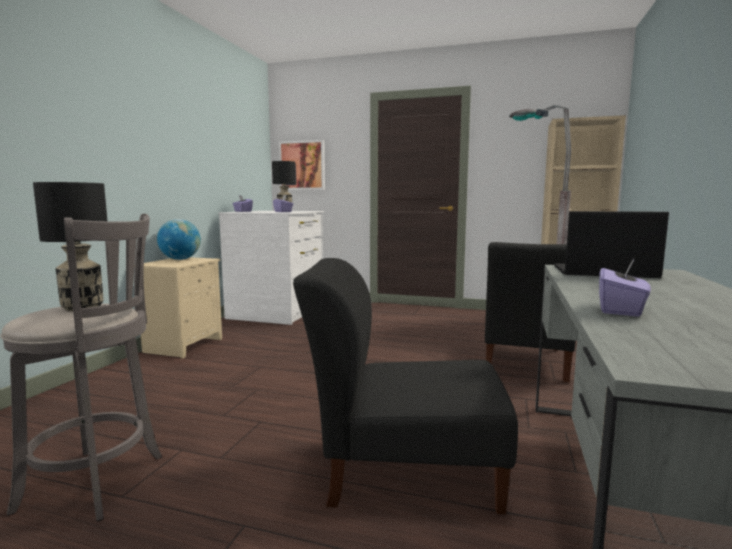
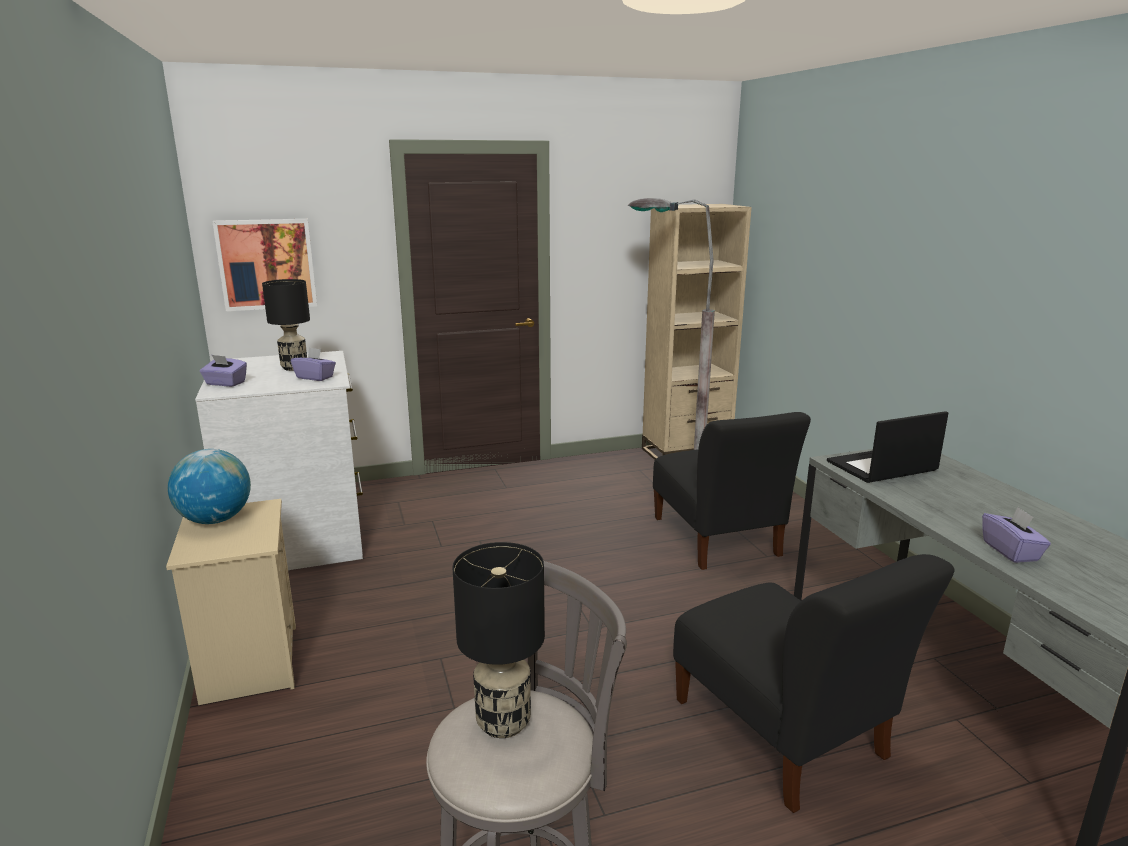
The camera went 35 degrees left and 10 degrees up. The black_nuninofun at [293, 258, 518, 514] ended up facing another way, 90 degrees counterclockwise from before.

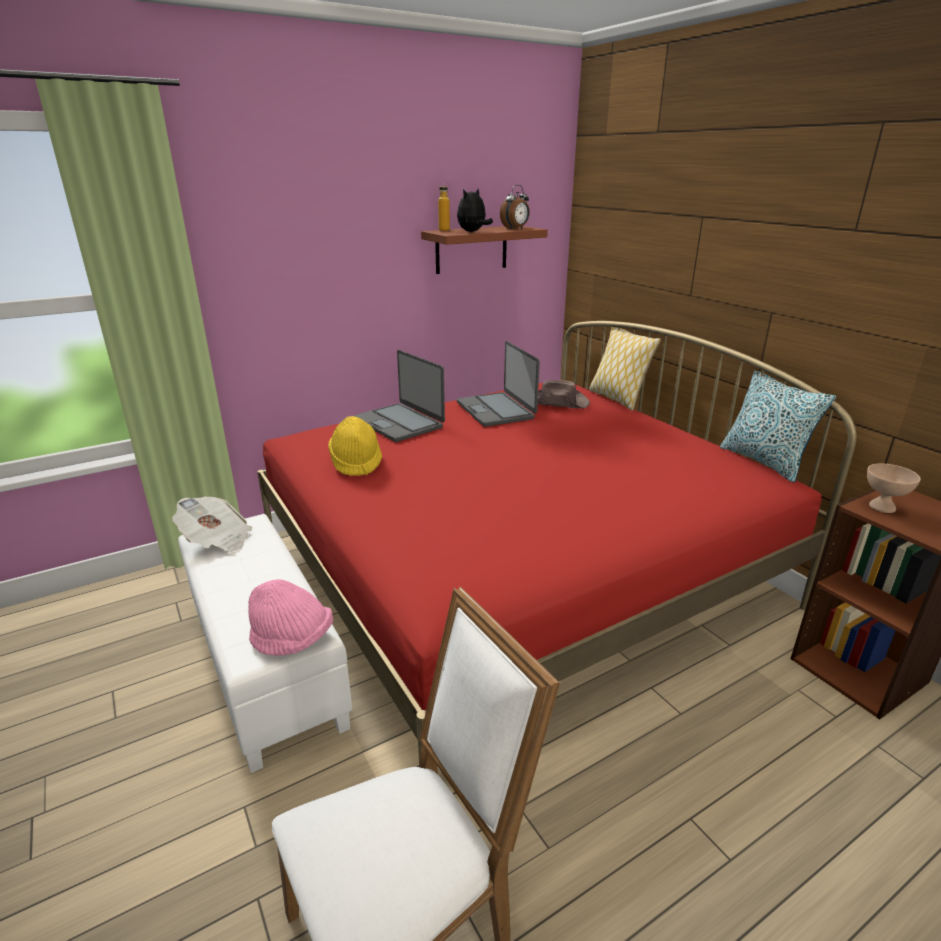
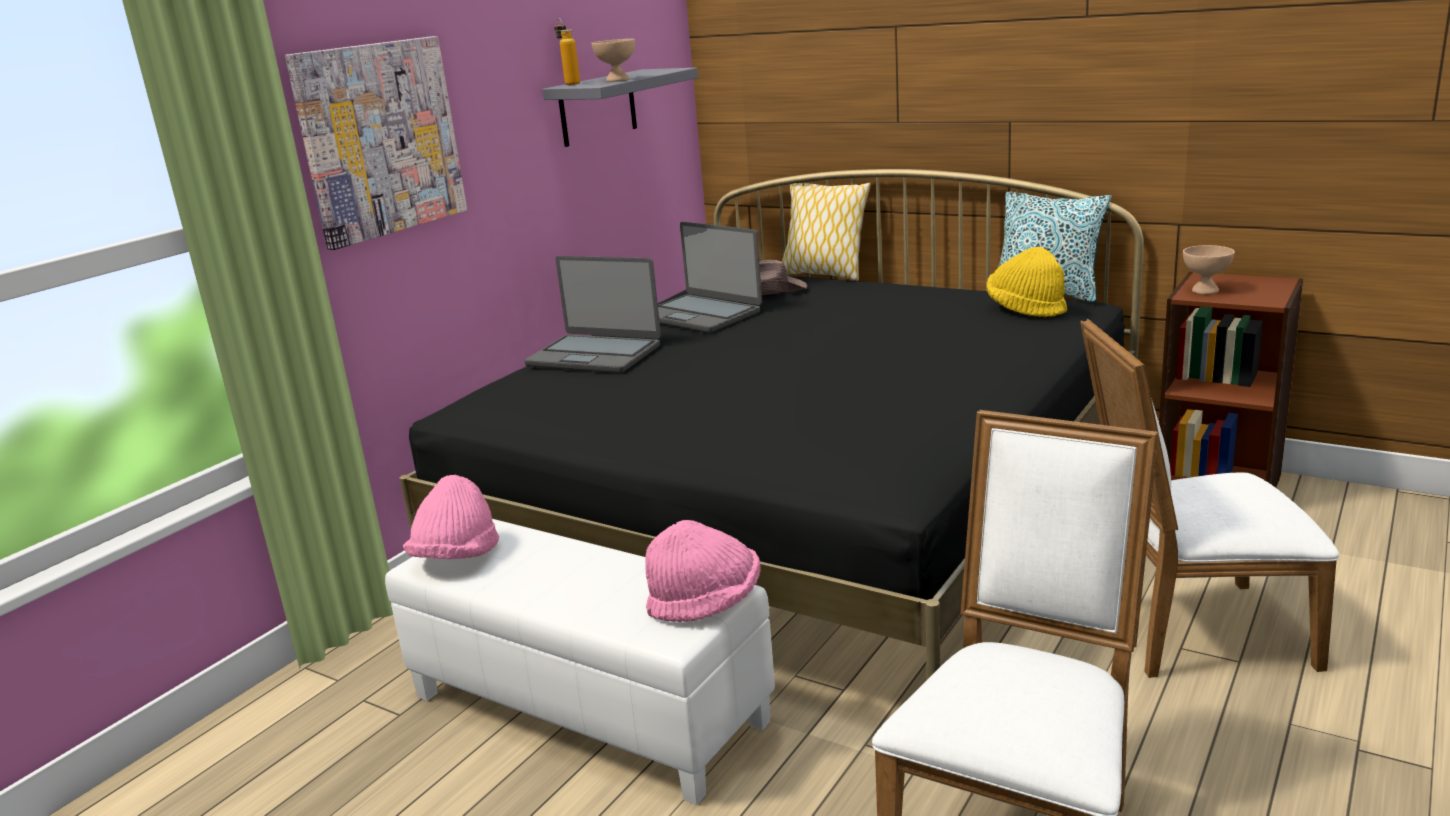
The camera went 25 degrees left and 5 degrees down. The second view gained the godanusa at [285, 36, 467, 250]. What was the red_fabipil at [257, 321, 857, 759] turned into the black_fabipil at [400, 169, 1144, 680]. Where the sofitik stood at [172, 497, 252, 553], the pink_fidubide came to stand at [403, 475, 499, 559]. What was the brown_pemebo at [421, 226, 548, 274] turned into the grey_pemebo at [542, 68, 698, 147]. Where the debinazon stood at [457, 189, 493, 232], the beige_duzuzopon came to stand at [591, 39, 635, 82]. The yellow_fidubide ended up elsewhere, having gone from [328, 416, 382, 476] to [986, 247, 1067, 317]. The second view gained the white_nuninofun at [1080, 319, 1339, 678]. The second view lost the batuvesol at [500, 185, 530, 230].

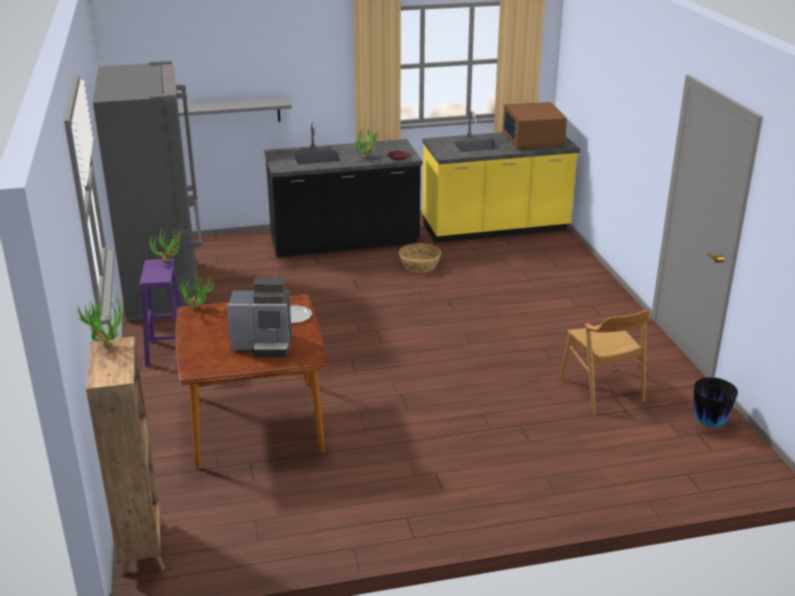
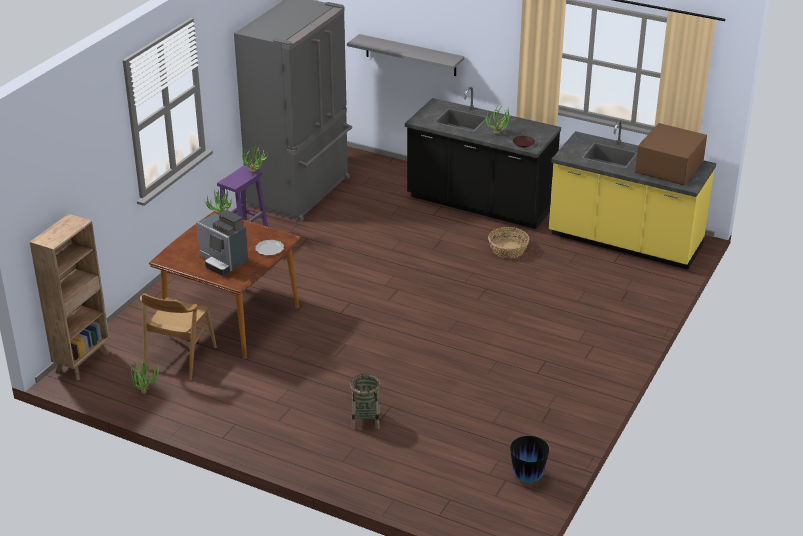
The camera went 40 degrees right and 5 degrees up. The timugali ended up elsewhere, having gone from [74, 295, 123, 348] to [130, 361, 159, 394]. The brown_nuninofun ended up elsewhere, having gone from [560, 310, 650, 414] to [140, 294, 217, 380]. The second view gained the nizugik at [350, 373, 380, 429].

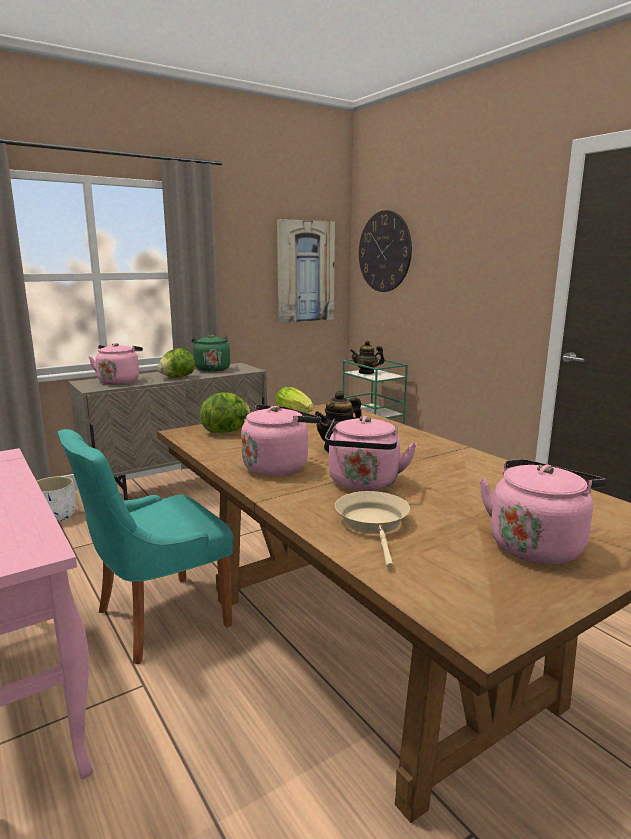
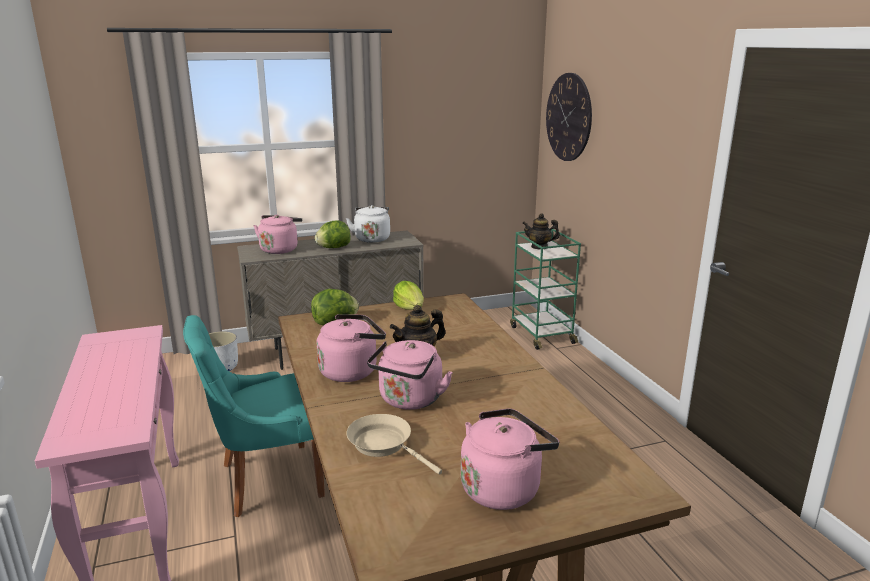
The camera went 15 degrees right and 5 degrees up. What was the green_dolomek at [186, 335, 230, 372] turned into the white_dolomek at [346, 205, 390, 243]. The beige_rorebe at [335, 491, 410, 569] ended up facing another way, 60 degrees counterclockwise from before. The second view lost the godanusa at [277, 219, 335, 323].

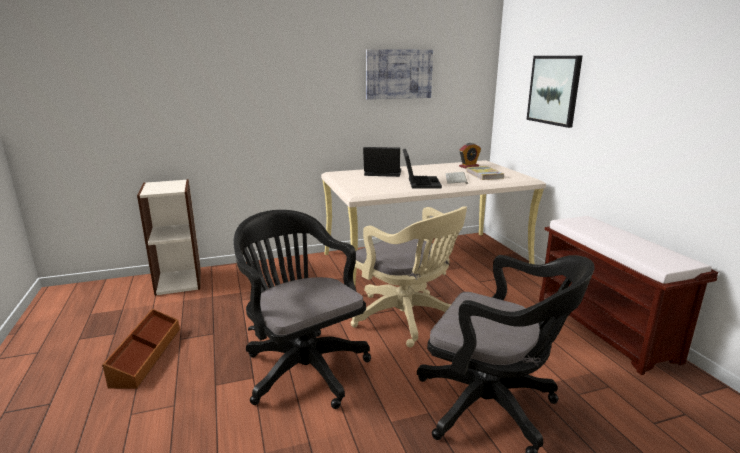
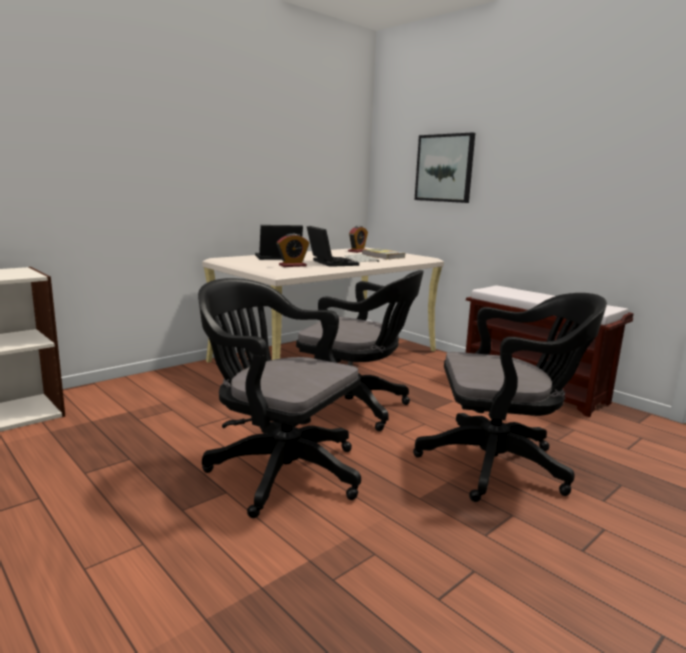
The camera went 25 degrees left and 5 degrees down. The second view gained the batuvesol at [277, 233, 309, 267]. What was the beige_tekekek at [351, 206, 467, 347] turned into the black_tekekek at [296, 270, 424, 431]. The second view lost the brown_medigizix at [102, 309, 180, 389]. The second view lost the godanusa at [366, 49, 433, 100].

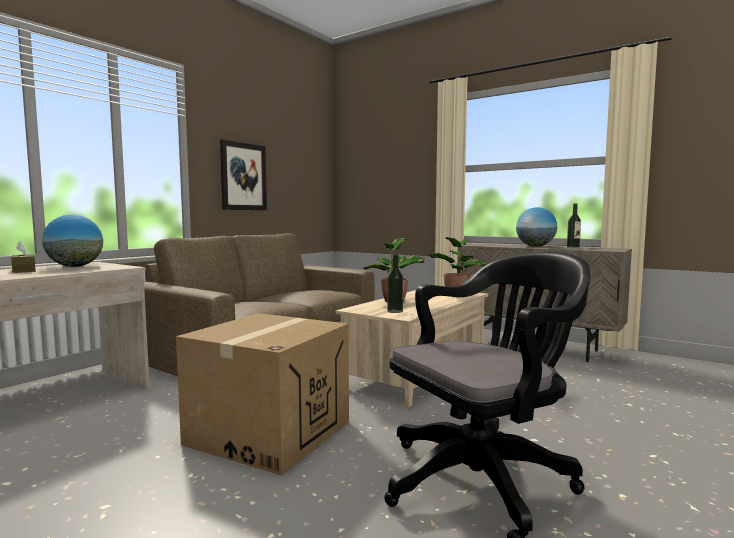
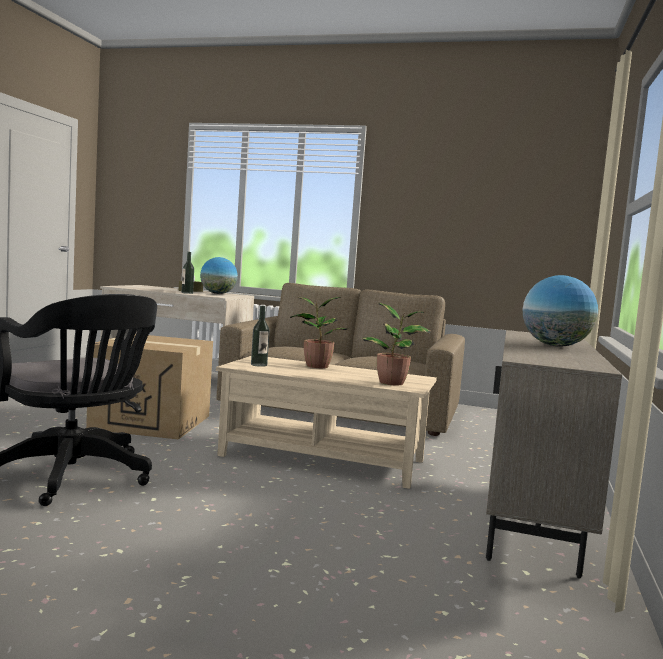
The camera went 70 degrees right and 0 degrees up. The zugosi ended up elsewhere, having gone from [567, 204, 581, 248] to [182, 252, 194, 294]. The second view lost the godanusa at [220, 140, 267, 210].

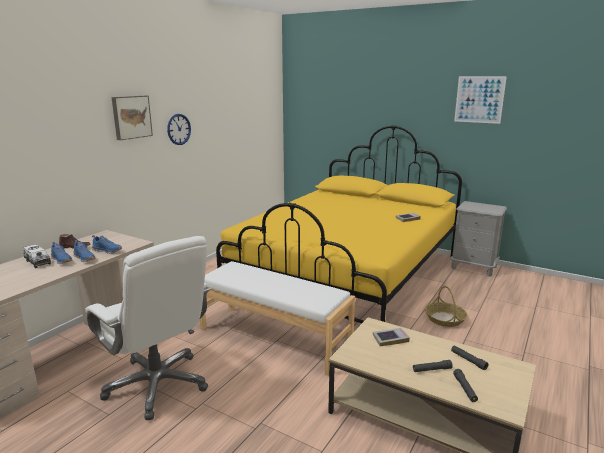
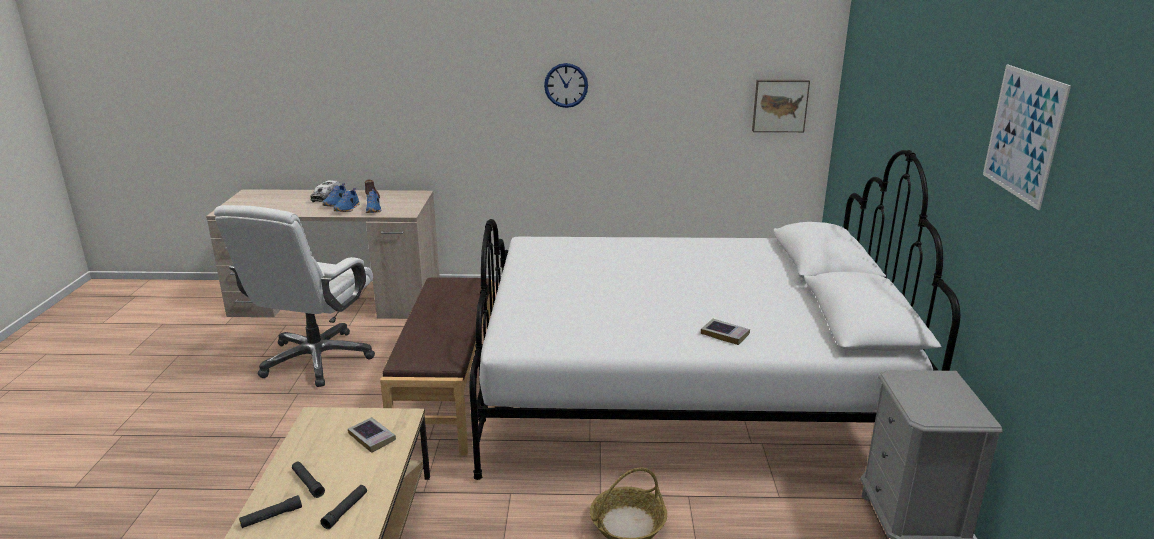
The camera went 60 degrees right and 5 degrees up. What was the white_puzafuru at [200, 261, 355, 376] turned into the brown_puzafuru at [380, 277, 493, 455]. What was the yellow_fabipil at [216, 125, 462, 323] turned into the white_fabipil at [469, 150, 960, 480]. The godanusa ended up elsewhere, having gone from [112, 96, 153, 140] to [752, 80, 810, 132].

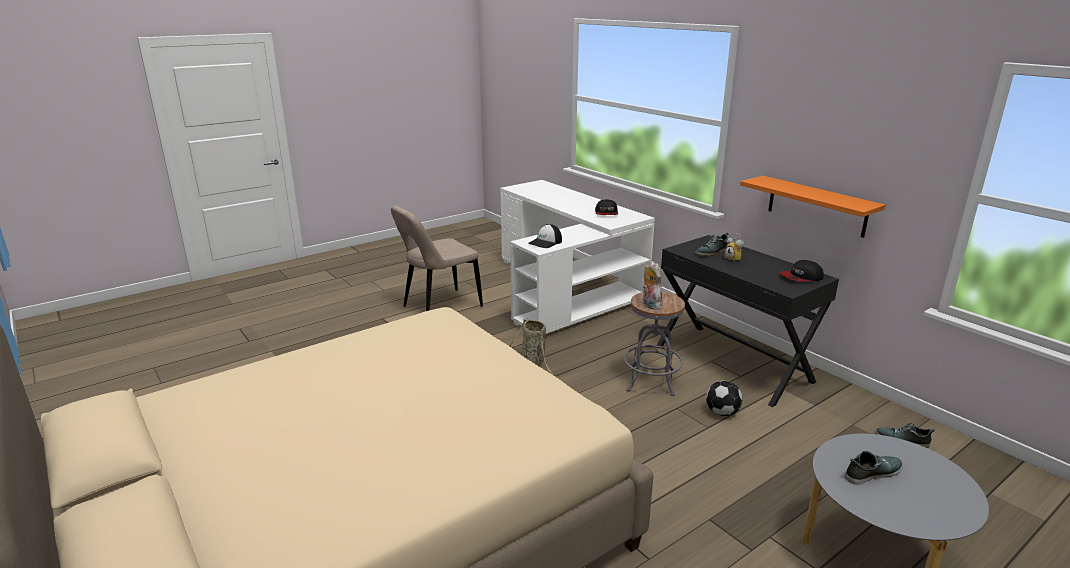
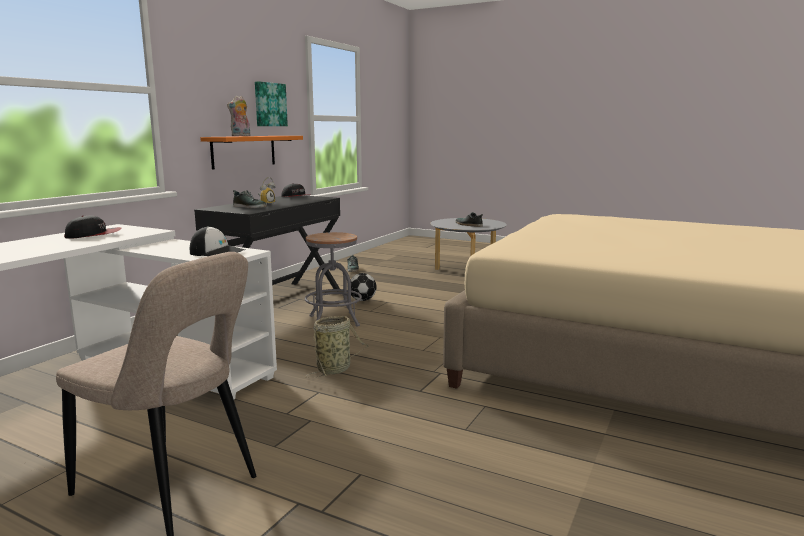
The camera went 115 degrees left and 10 degrees down. The debinazon ended up elsewhere, having gone from [643, 261, 662, 310] to [227, 96, 250, 136]. The second view gained the godanusa at [255, 81, 288, 126].

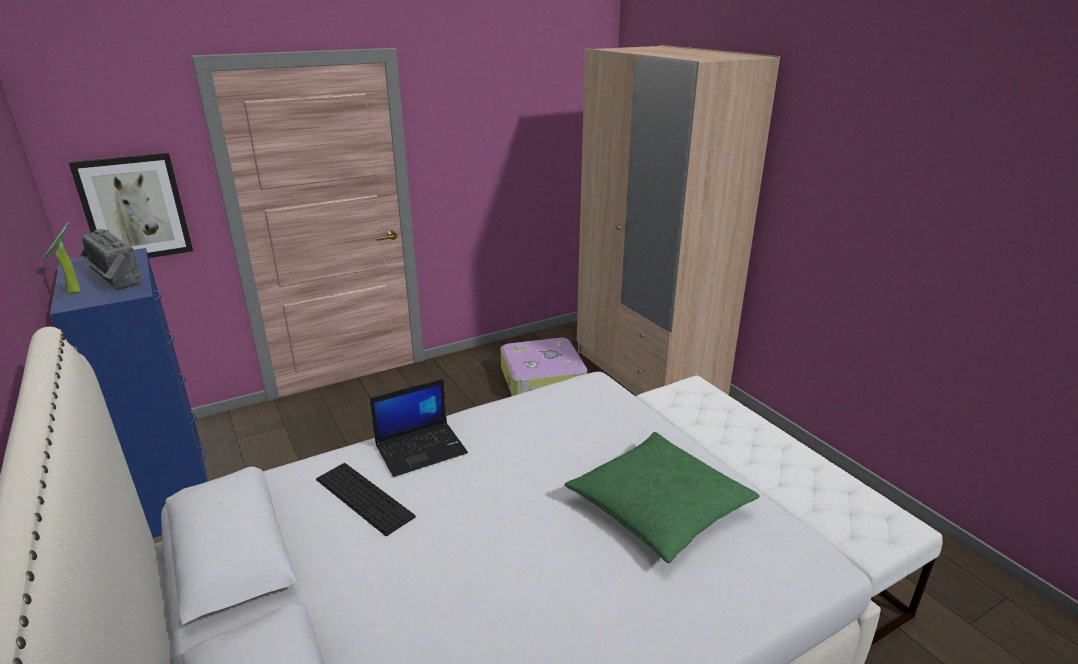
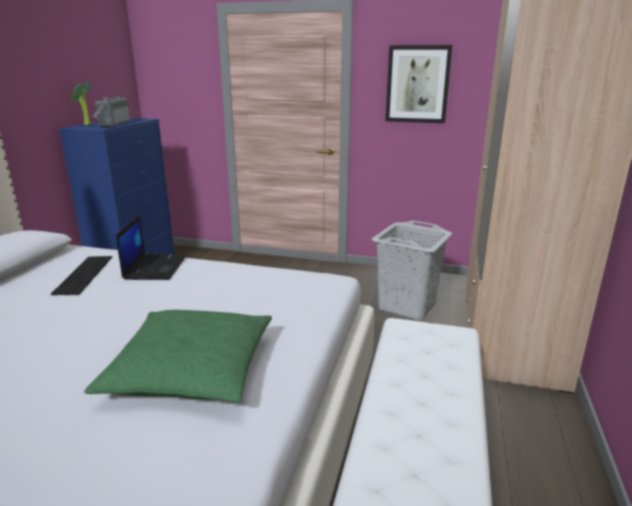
The camera went 45 degrees right and 5 degrees down. The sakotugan at [370, 379, 468, 477] ended up facing another way, 105 degrees counterclockwise from before. Where the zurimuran stood at [501, 338, 587, 396], the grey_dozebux came to stand at [372, 221, 453, 320]. The godanusa ended up elsewhere, having gone from [69, 152, 193, 258] to [386, 45, 452, 123].

